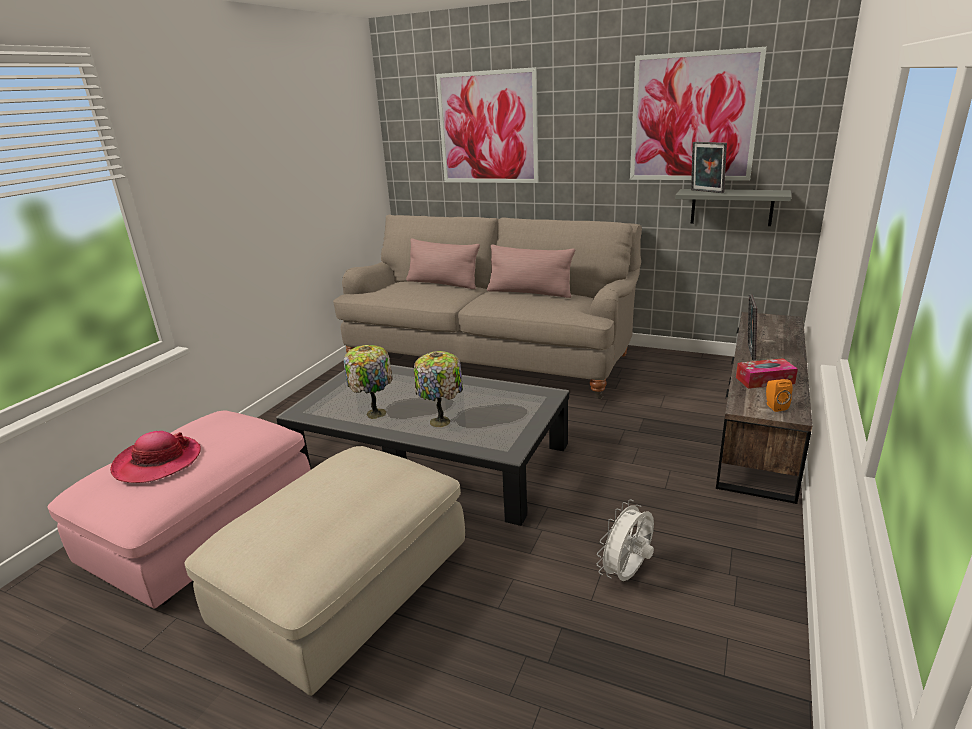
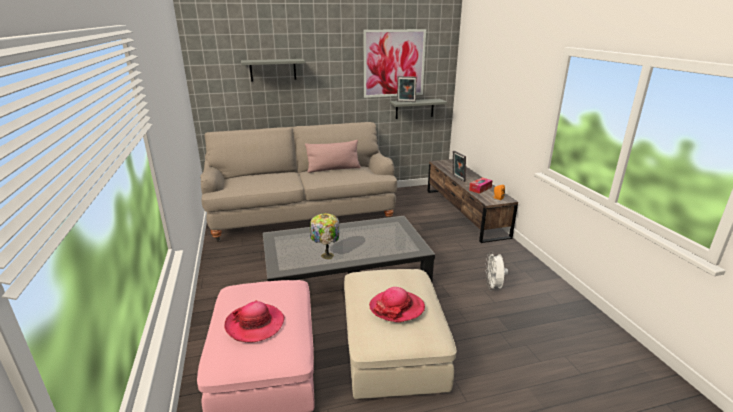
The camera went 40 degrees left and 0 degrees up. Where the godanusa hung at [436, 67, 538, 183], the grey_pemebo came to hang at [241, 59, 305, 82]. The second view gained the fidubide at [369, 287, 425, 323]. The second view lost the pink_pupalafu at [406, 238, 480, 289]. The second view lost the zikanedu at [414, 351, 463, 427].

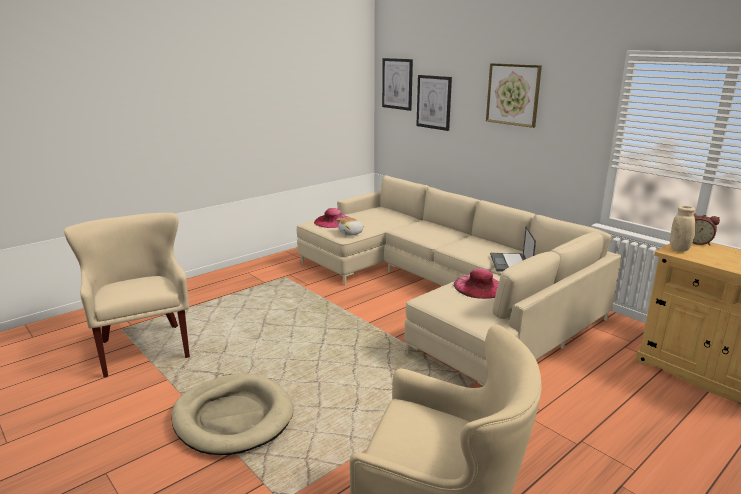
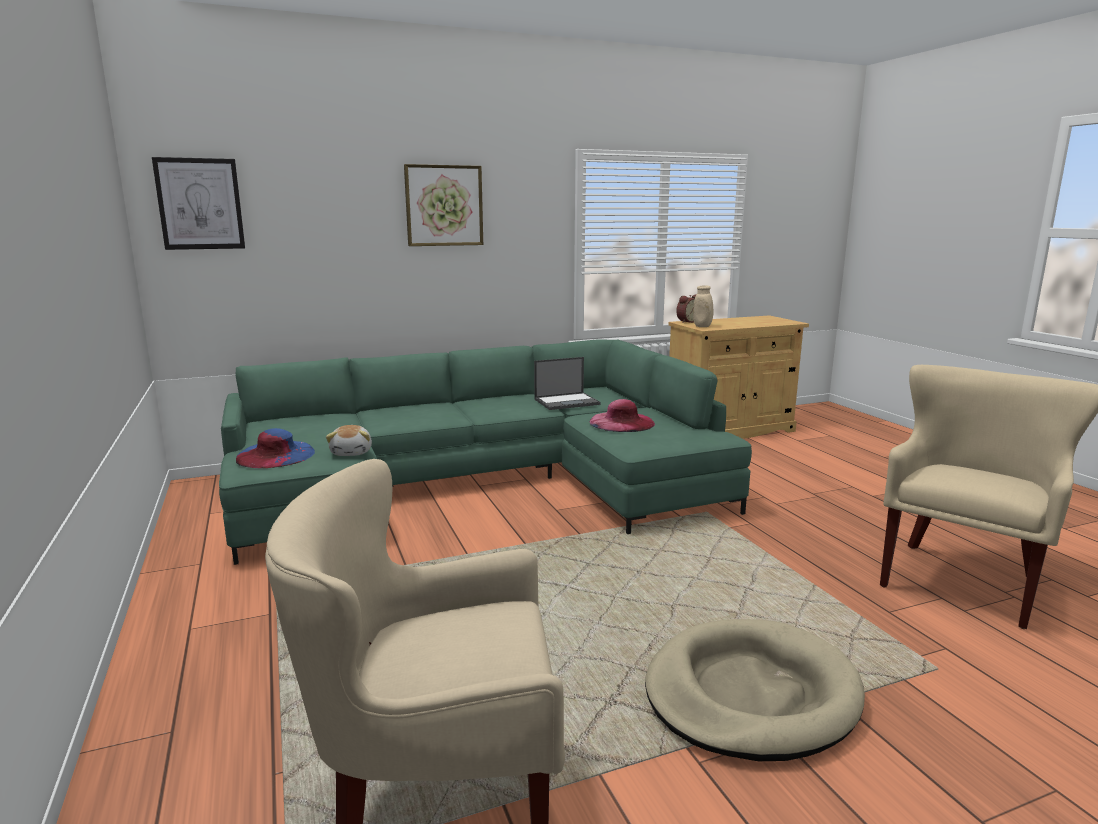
The camera went 70 degrees left and 5 degrees down. What was the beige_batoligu at [297, 175, 622, 386] turned into the green_batoligu at [219, 339, 752, 565]. What was the pink_fidubide at [314, 208, 350, 228] turned into the blue_fidubide at [236, 428, 315, 468]. The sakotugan at [490, 226, 536, 272] ended up facing another way, 45 degrees counterclockwise from before. The second view lost the godanusa at [416, 75, 452, 131].

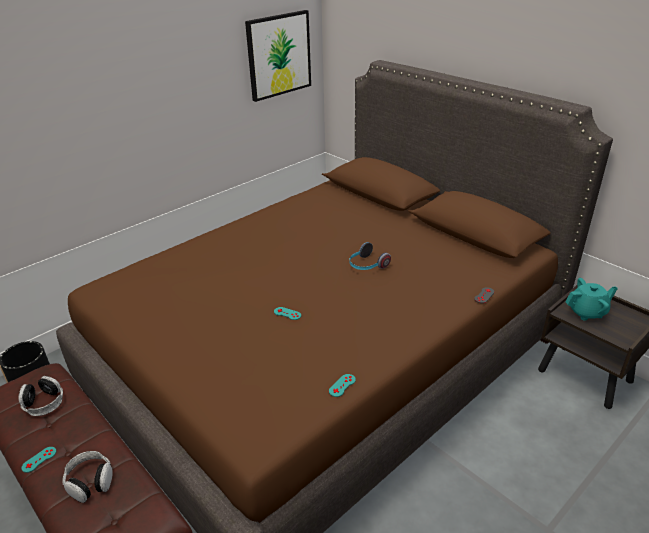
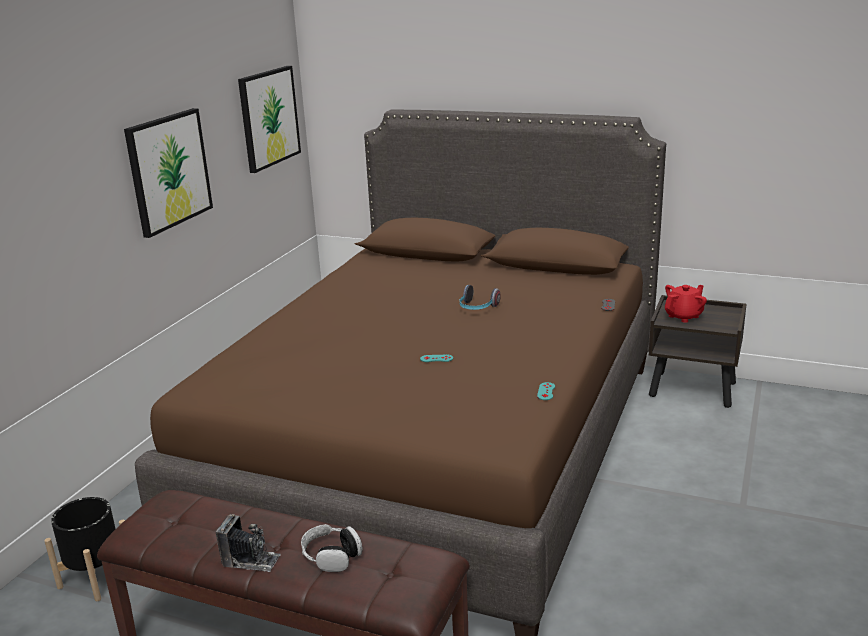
The camera went 25 degrees left and 10 degrees down. The second view gained the godanusa at [124, 108, 213, 238]. Where the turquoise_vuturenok stood at [22, 447, 56, 473], the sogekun came to stand at [216, 514, 281, 572]. What was the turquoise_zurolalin at [565, 278, 618, 321] turned into the red_zurolalin at [665, 285, 707, 323]. The second view lost the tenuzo at [18, 376, 63, 416].

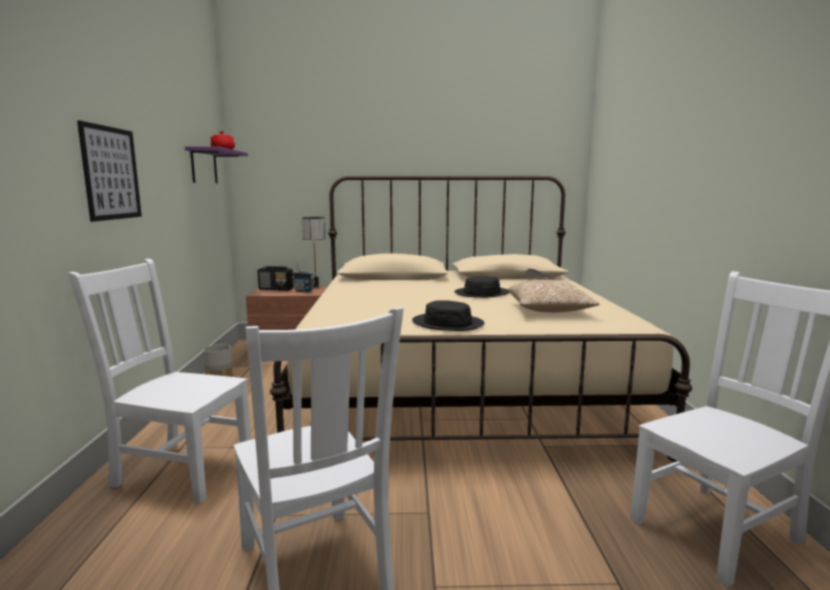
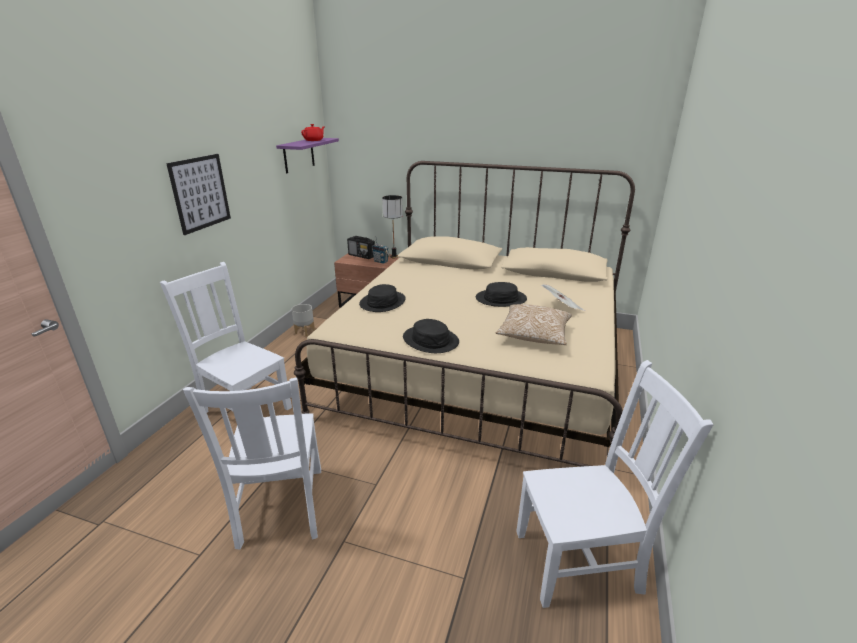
The camera went 20 degrees right and 15 degrees up. The second view gained the black_fidubide at [359, 284, 406, 312].

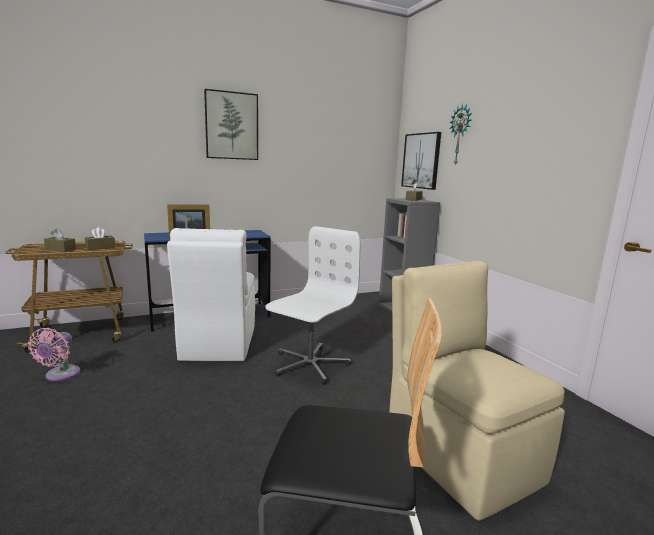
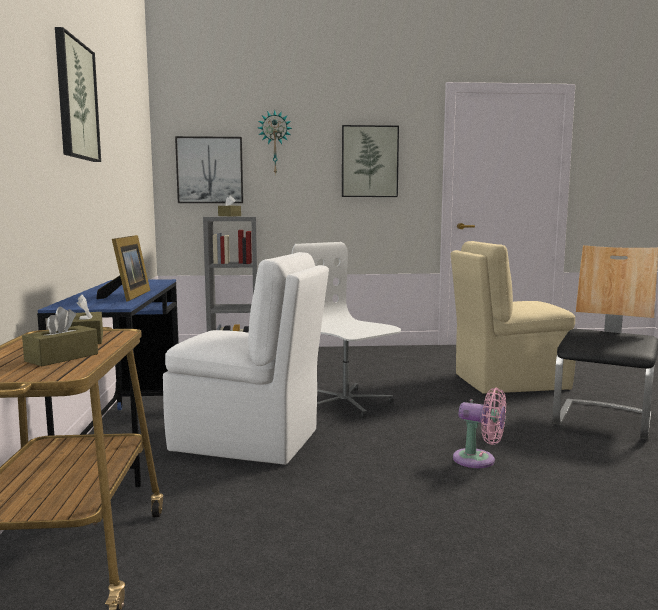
The camera went 70 degrees left and 5 degrees down. The second view gained the godanusa at [342, 125, 399, 197]. The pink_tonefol ended up elsewhere, having gone from [28, 328, 80, 381] to [453, 387, 506, 468].

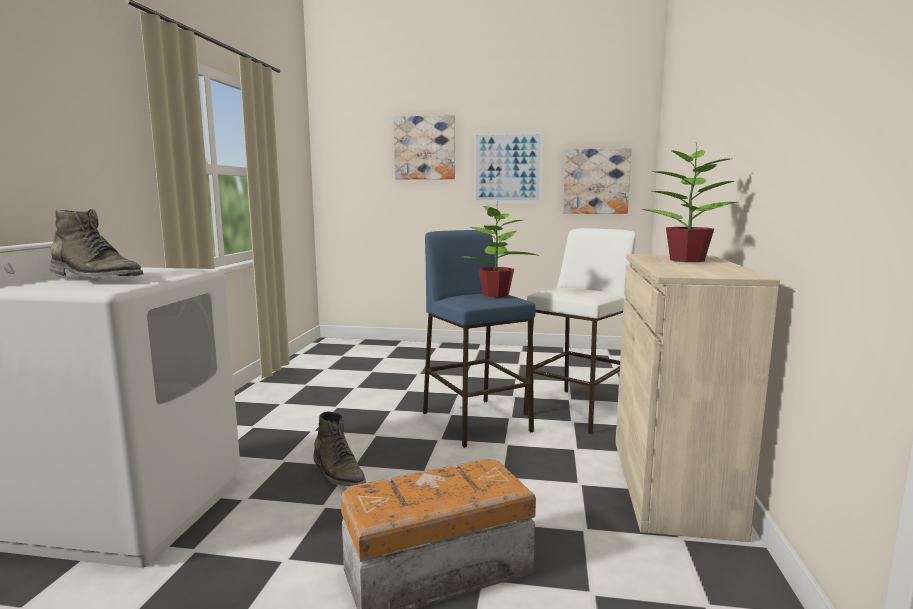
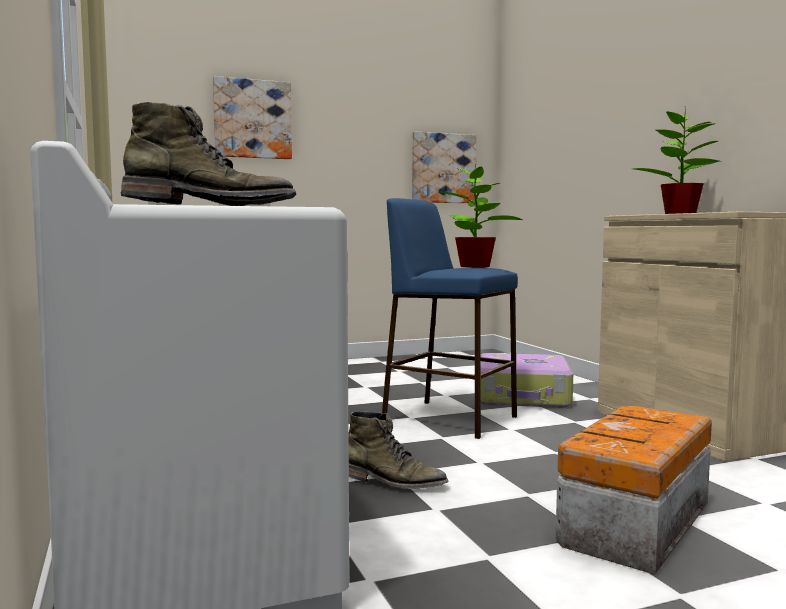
The camera went 30 degrees left and 5 degrees down. Where the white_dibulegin stood at [523, 228, 636, 434], the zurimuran came to stand at [481, 353, 573, 408]. The second view lost the godanusa at [474, 132, 543, 203].

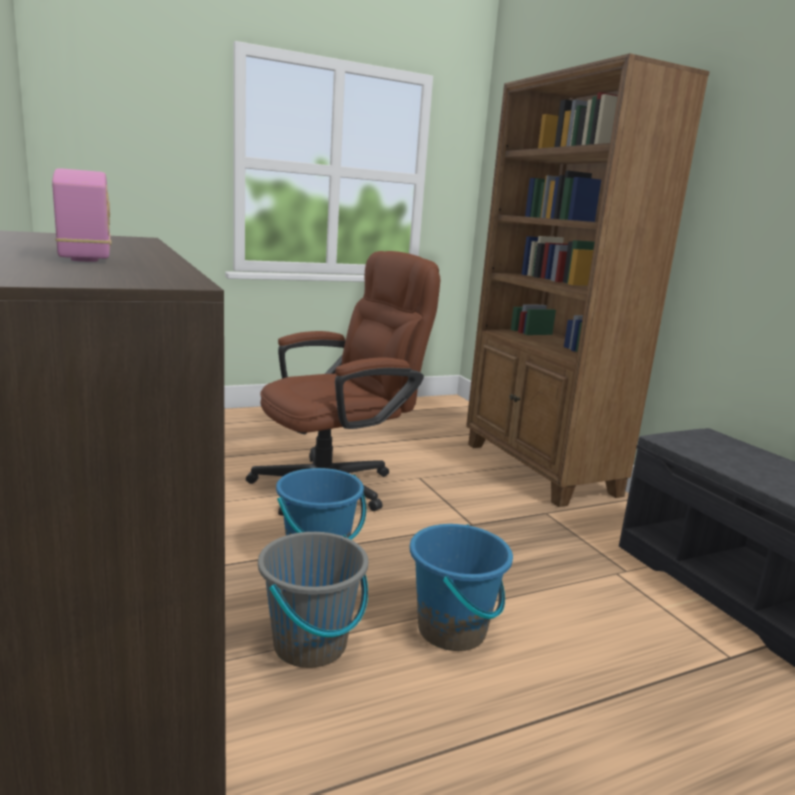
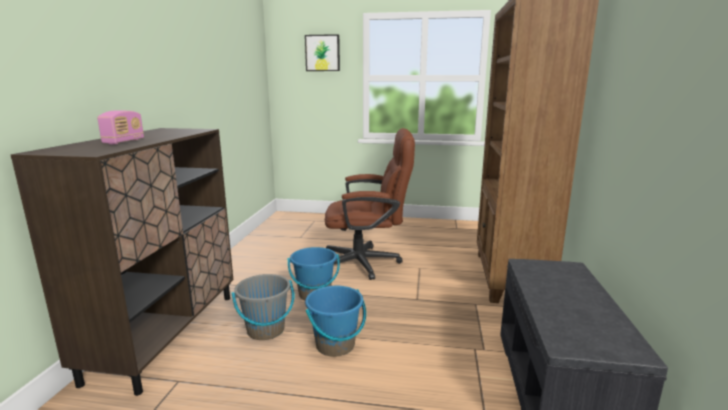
The camera went 35 degrees right and 0 degrees up. The second view gained the godanusa at [305, 34, 340, 71].

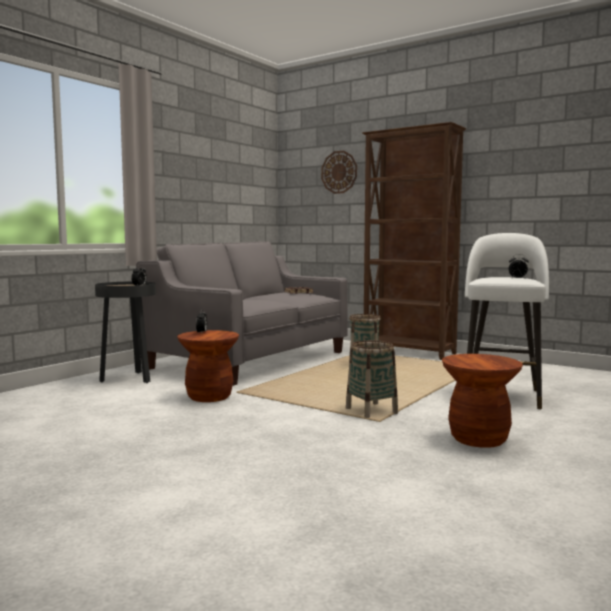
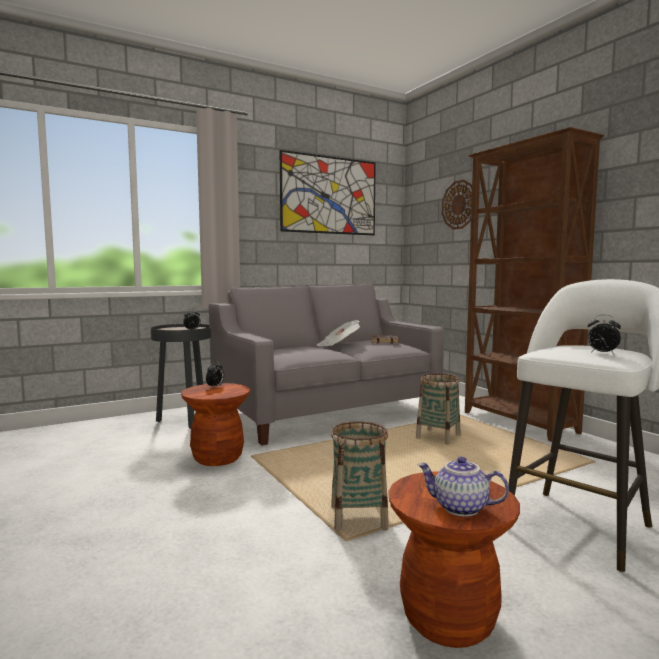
The camera went 25 degrees right and 0 degrees up. The second view gained the godanusa at [280, 150, 376, 235]. The second view gained the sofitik at [317, 320, 360, 346]. The second view gained the zurolalin at [417, 456, 509, 517].

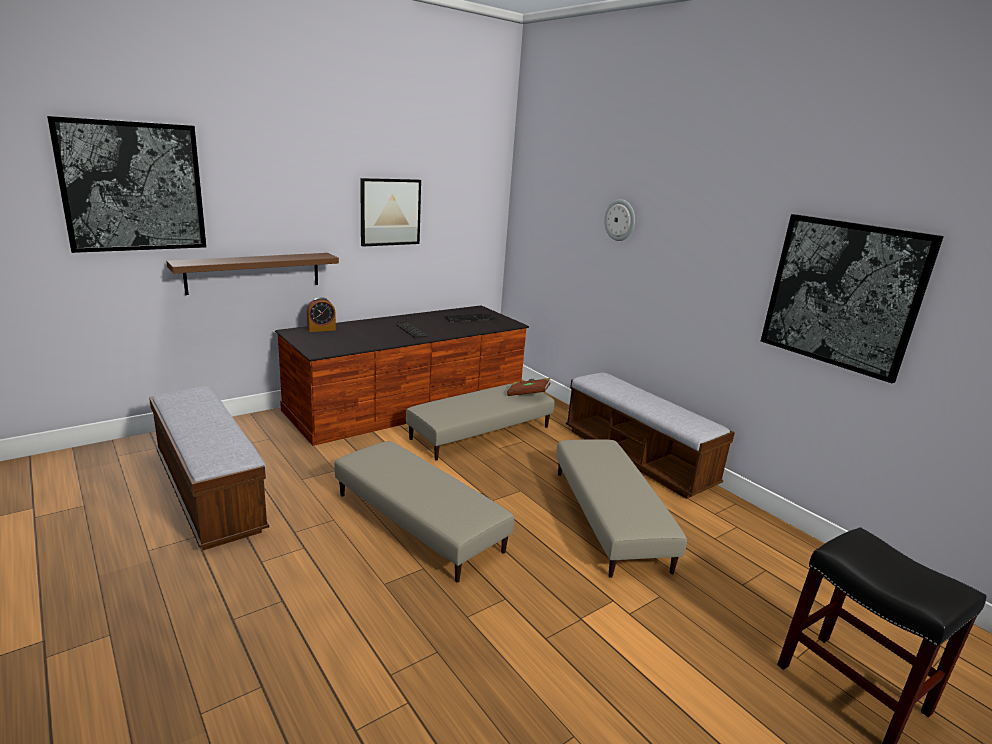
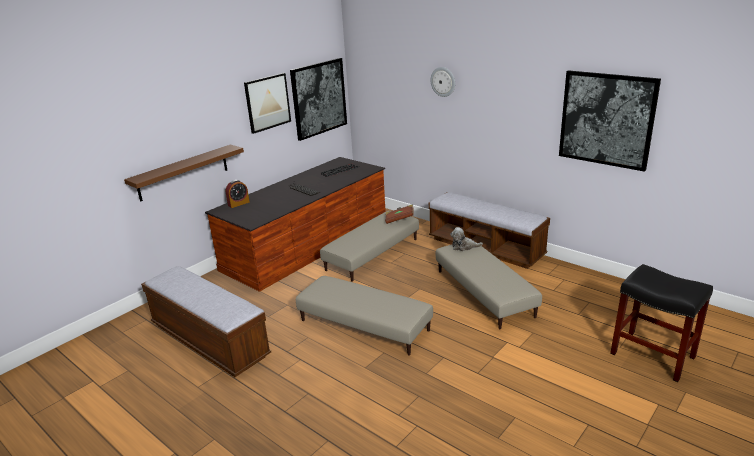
The camera went 10 degrees left and 5 degrees up. The godanusa ended up elsewhere, having gone from [47, 116, 206, 253] to [290, 58, 347, 141]. The second view gained the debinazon at [450, 227, 483, 251].

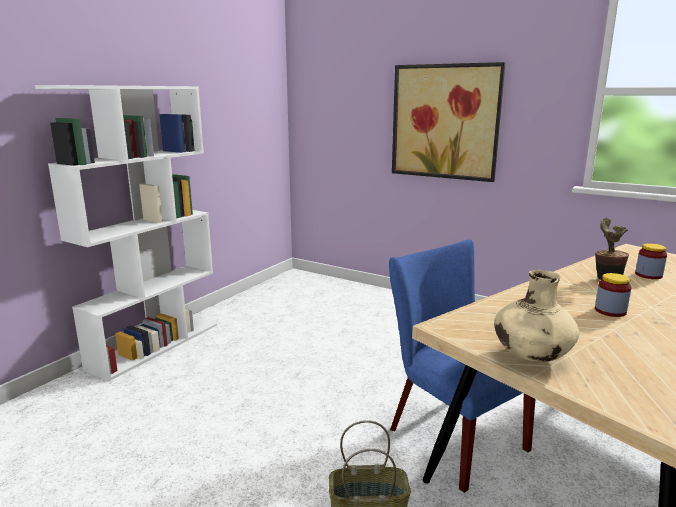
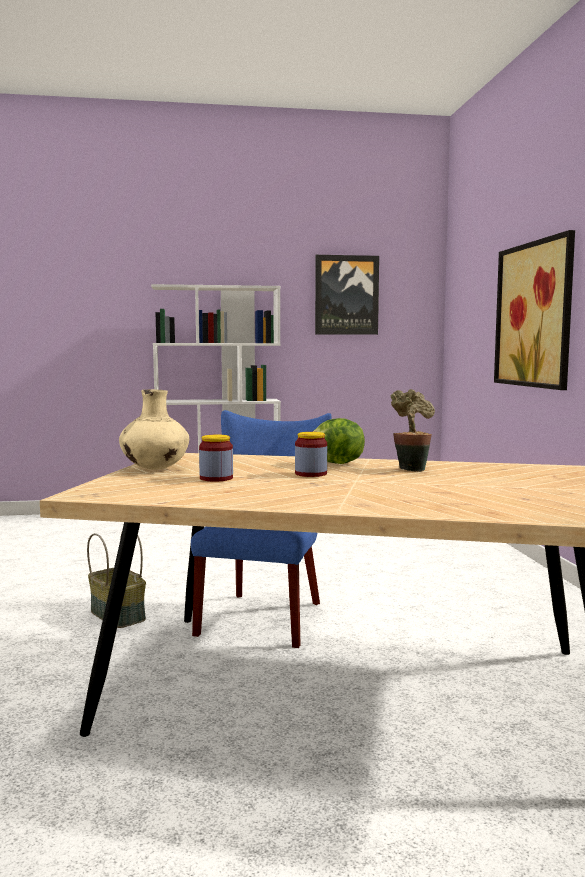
The camera went 50 degrees right and 10 degrees down. The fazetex ended up elsewhere, having gone from [635, 243, 667, 279] to [199, 435, 233, 482]. The second view gained the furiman at [312, 418, 365, 464]. The second view gained the godanusa at [315, 255, 379, 335].

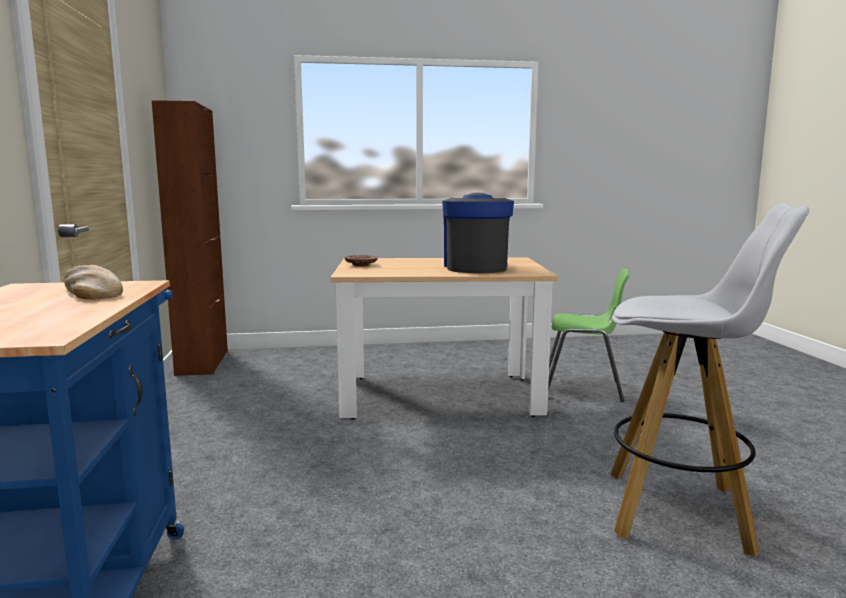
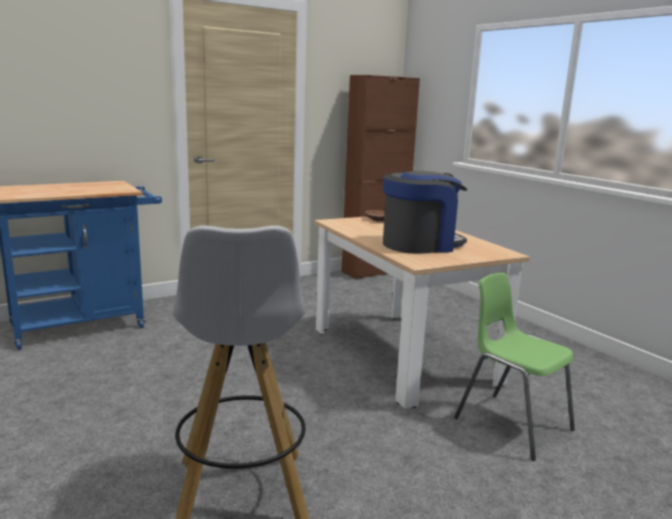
The camera went 65 degrees right and 5 degrees up. The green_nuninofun at [548, 269, 630, 402] ended up facing another way, 150 degrees clockwise from before. The second view lost the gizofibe at [64, 265, 123, 300].

